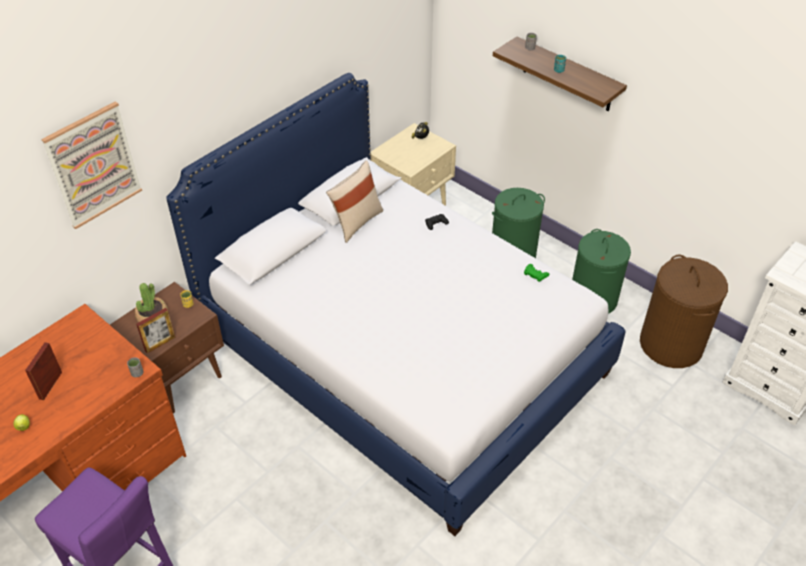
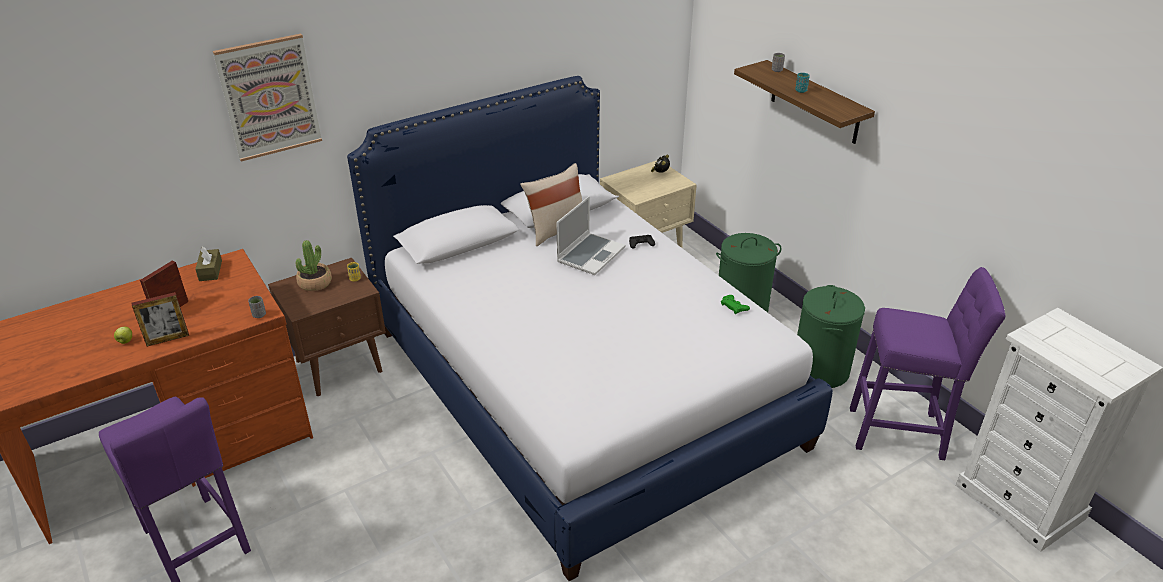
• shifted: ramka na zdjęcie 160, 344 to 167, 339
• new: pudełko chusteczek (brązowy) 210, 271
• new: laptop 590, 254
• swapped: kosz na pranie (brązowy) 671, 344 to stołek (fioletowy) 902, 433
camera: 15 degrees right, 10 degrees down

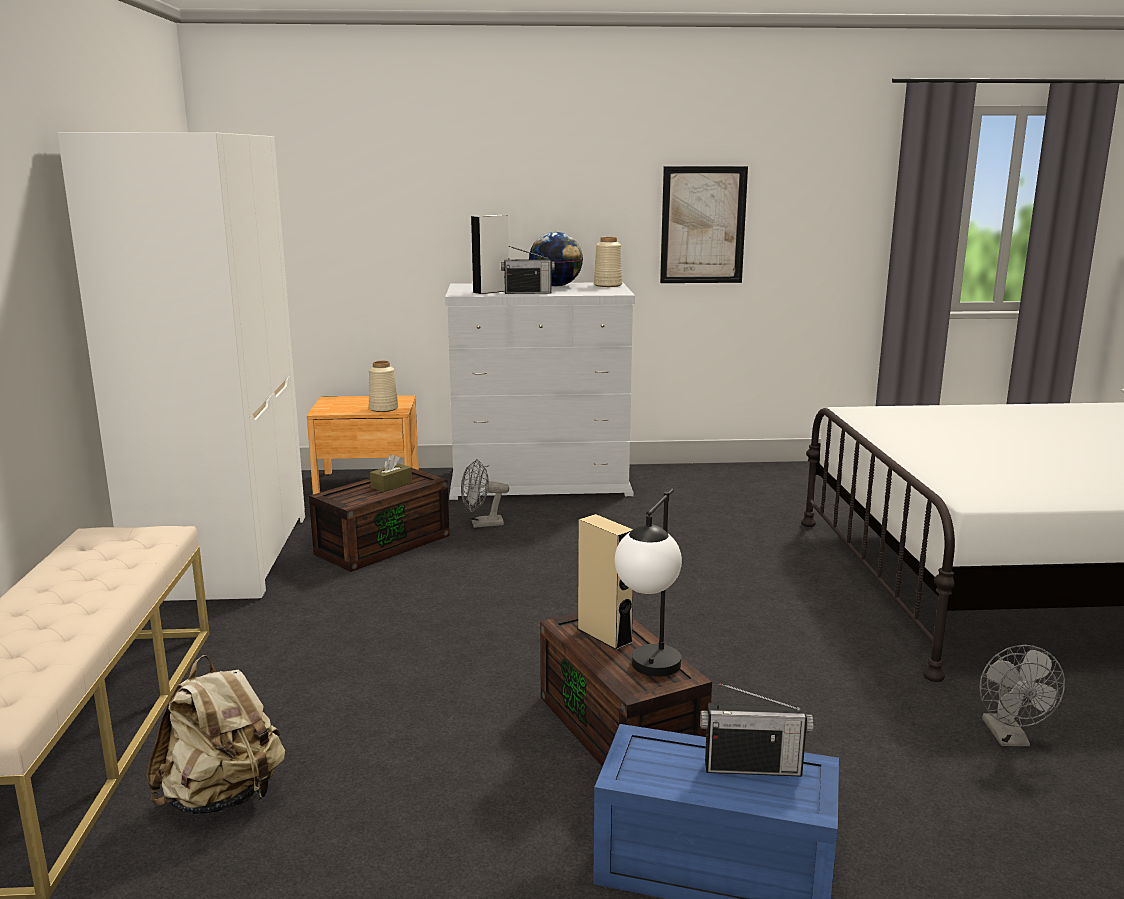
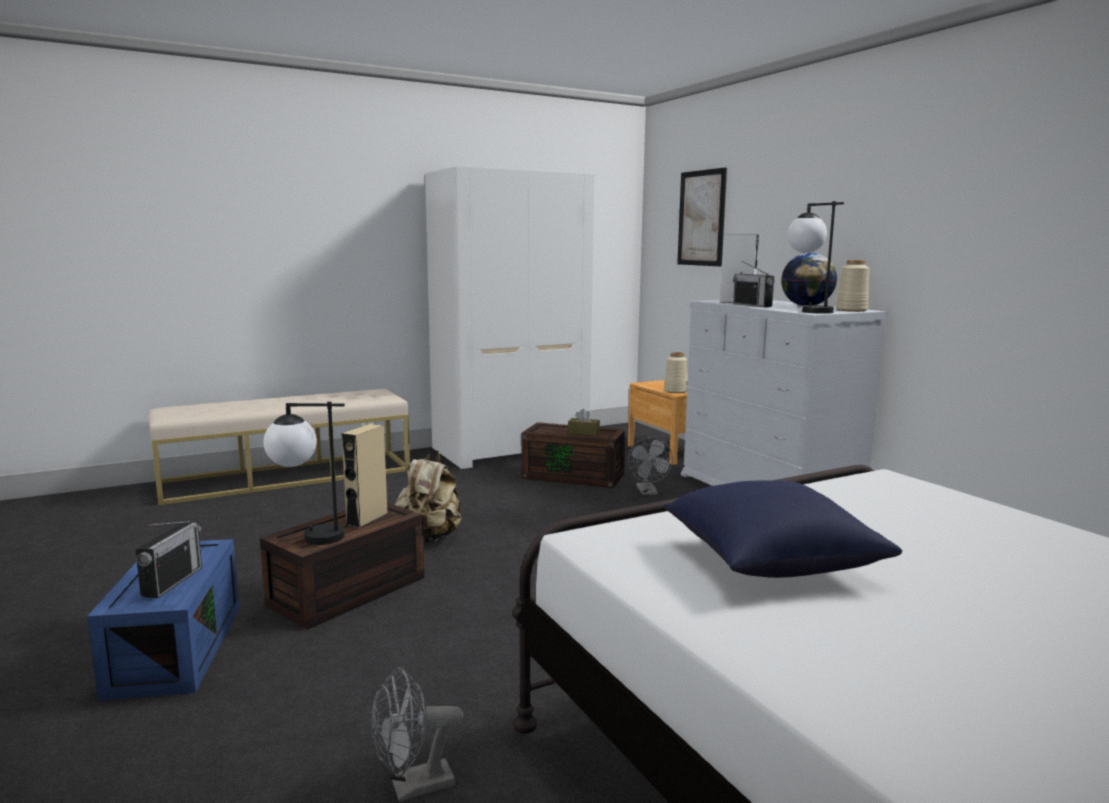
• rotated: radio 752, 767 = 172, 581 150 degrees counterclockwise
• shifted: plecak (beżowy) 223, 798 to 430, 538
• rotated: wentylator (szary) 482, 524 = 648, 492 150 degrees counterclockwise
• new: poduszka (niebieski) 770, 560
• shifted: obraz 703, 225 to 701, 218
• new: lampa stołowa 807, 311
camera: 65 degrees right, 5 degrees down

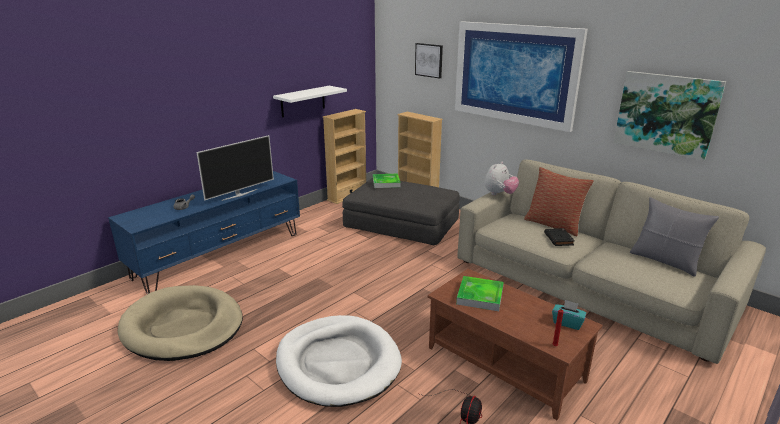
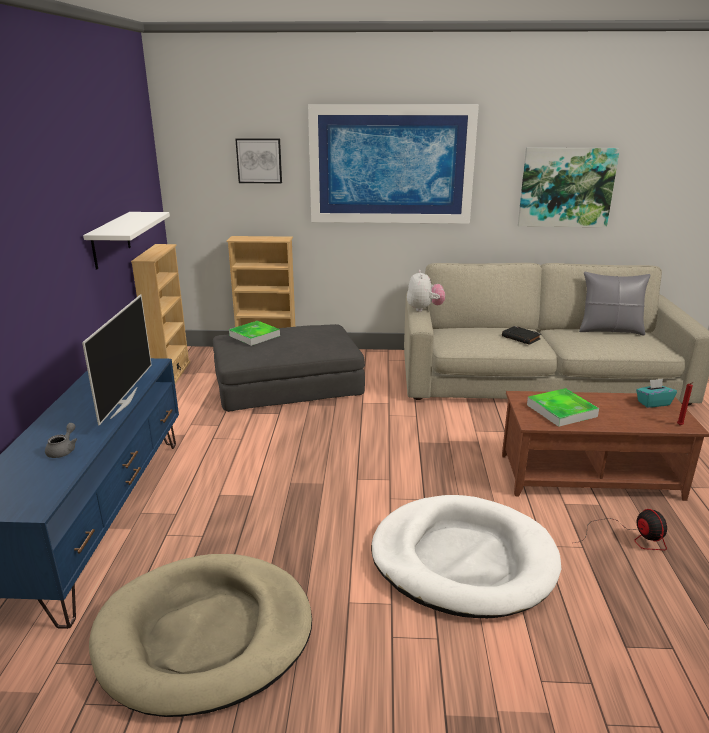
• gone: poduszka 554, 224
camera: 40 degrees left, 0 degrees up

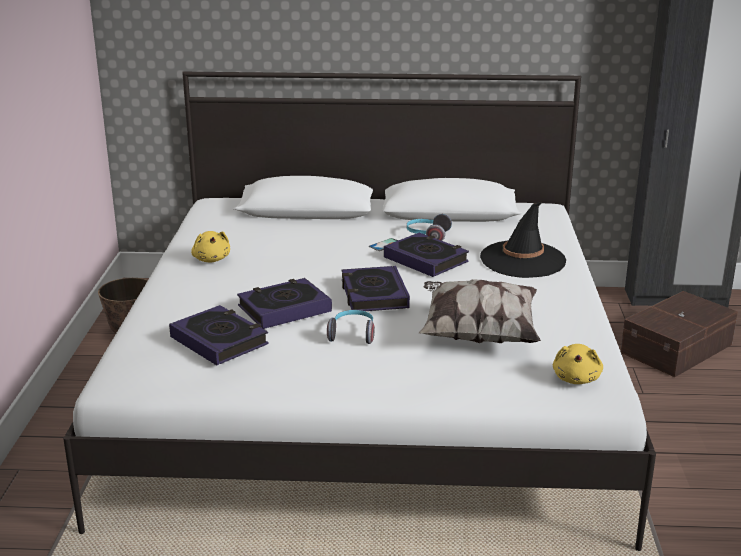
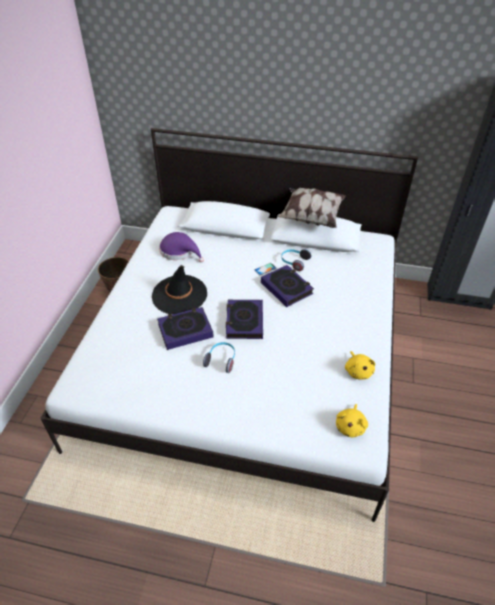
• shifted: kapelusz (czarny) 522, 260 to 179, 295
• new: kapelusz (fioletowy) 179, 251
• shifted: poduszka 477, 334 to 311, 217
• shifted: pluszak (żółty) 211, 259 to 358, 371
• gone: książka 219, 341
• gone: pojemnik do przechowywania (brązowy) 678, 349
camera: 10 degrees right, 20 degrees up

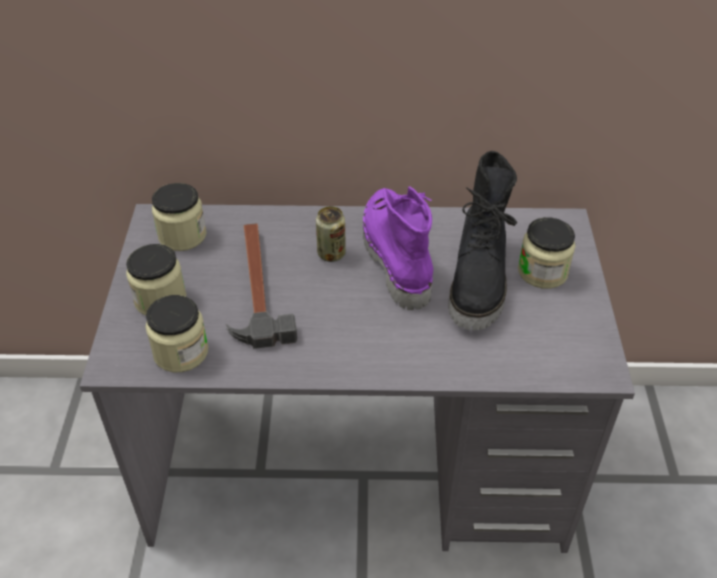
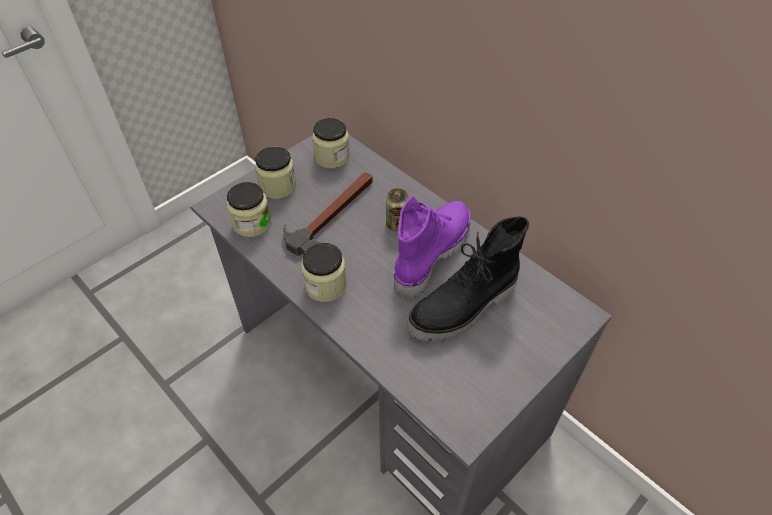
• shifted: słoik 542, 272 to 325, 285
camera: 45 degrees right, 5 degrees up

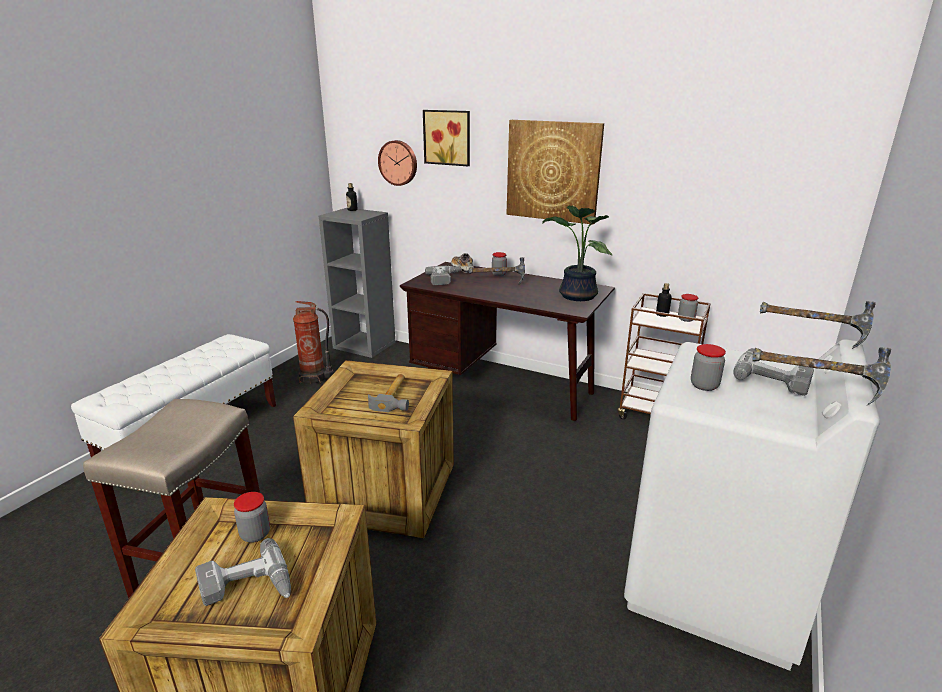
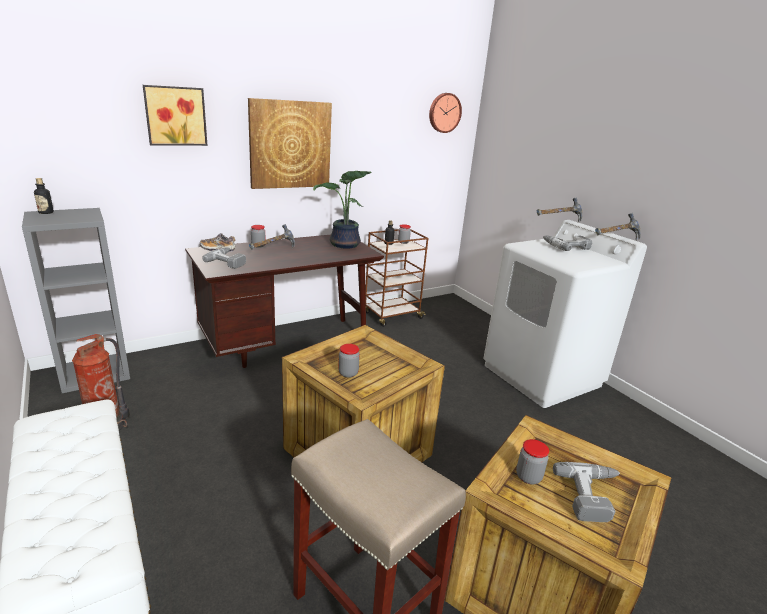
• shifted: słoik 704, 385 to 348, 373
• shifted: zegar ścienny 398, 162 to 444, 112
• gone: młotek 395, 396
camera: 60 degrees left, 0 degrees up

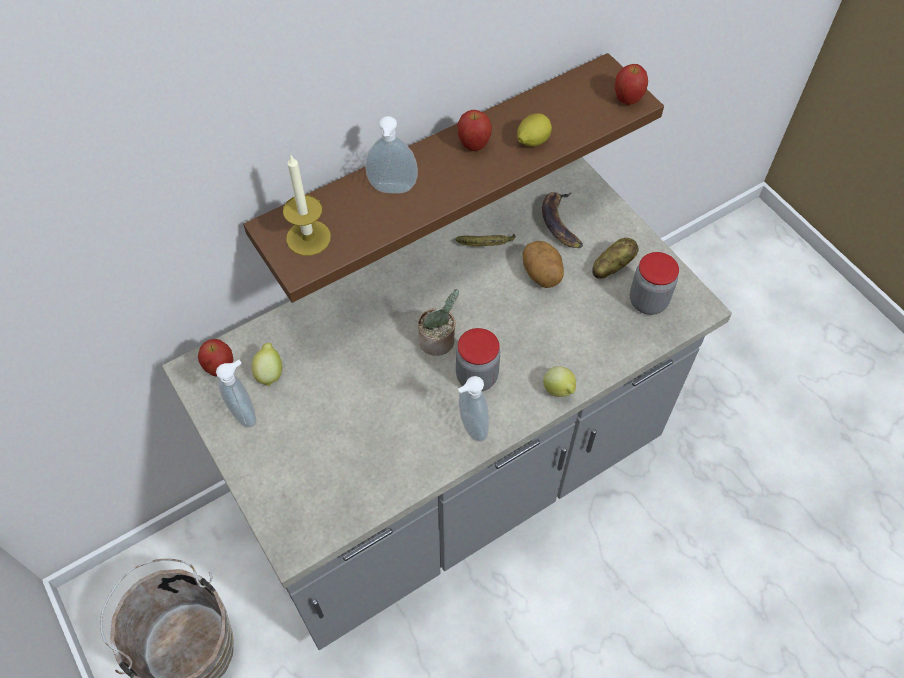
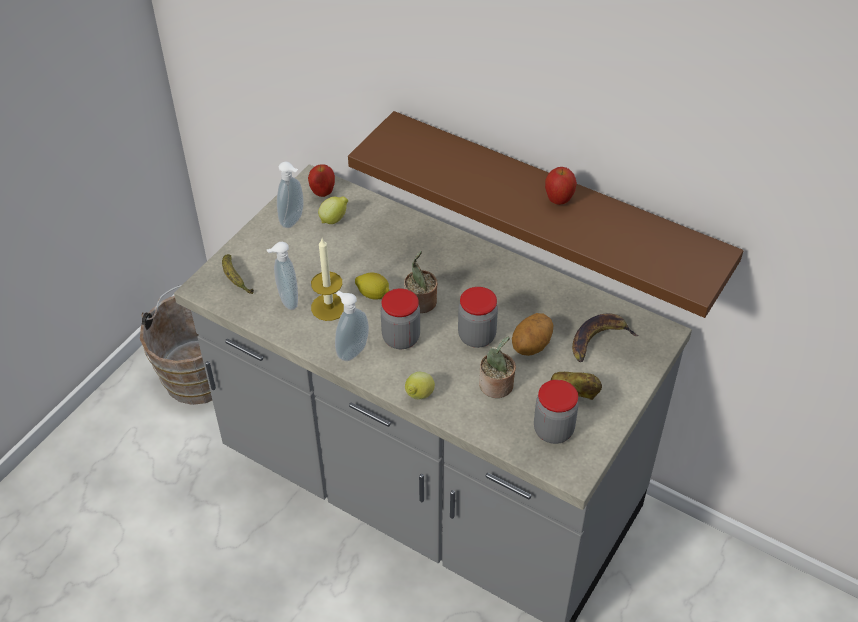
• shifted: banan 486, 245 to 235, 279
• shifted: dozownik mydła 393, 190 to 286, 301
• shifted: świeca 308, 238 to 329, 307
• shifted: cytryna 532, 141 to 373, 294
• new: słoik 476, 336
• new: roślina doniczkowa 497, 386
• gone: jabłko 627, 100
camera: 65 degrees right, 10 degrees down

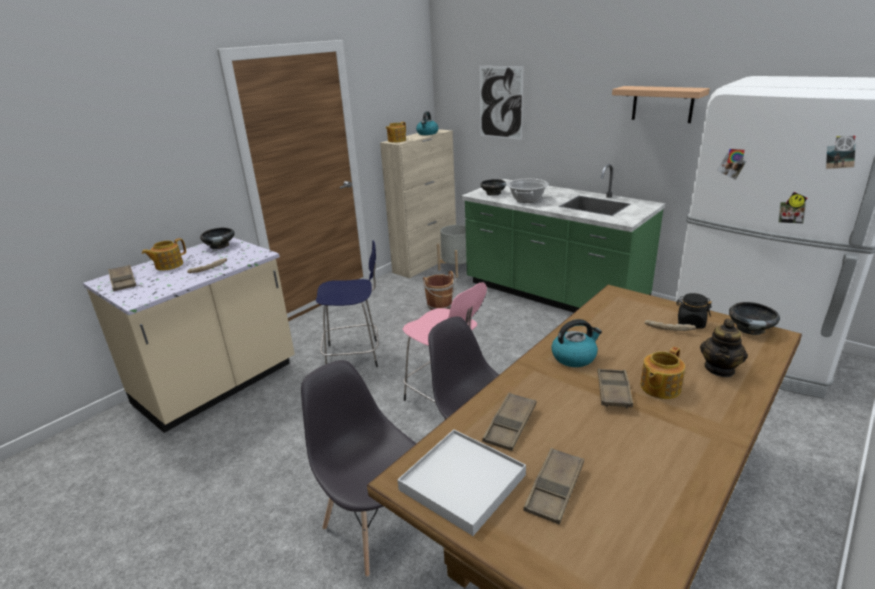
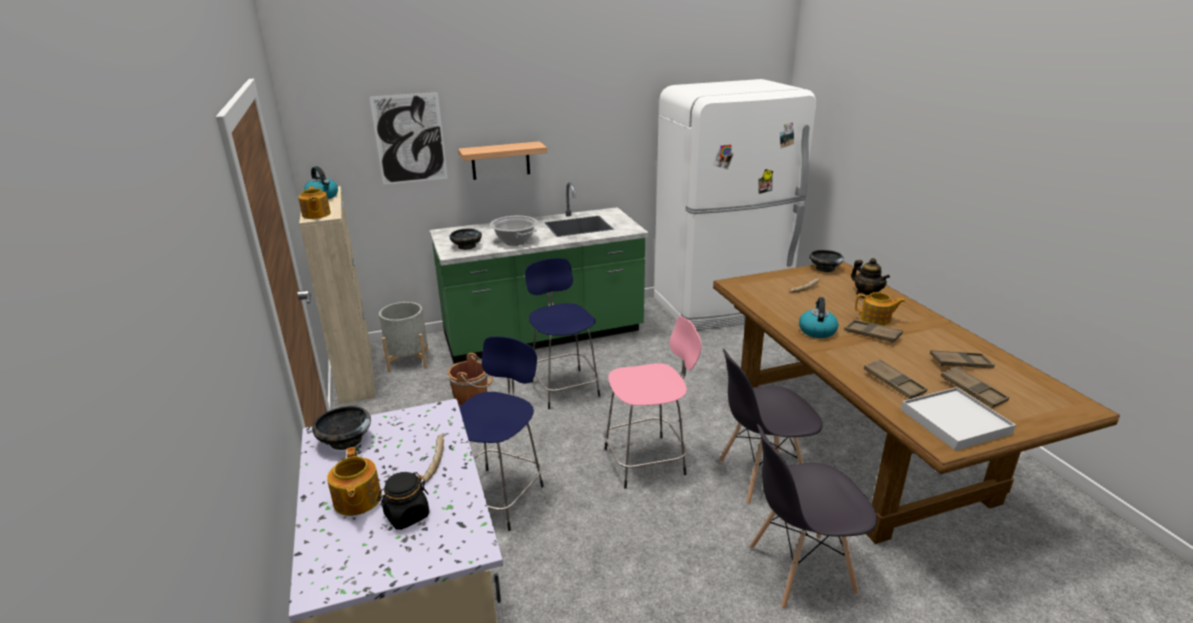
• shifted: słoik (czarny) 690, 323 to 406, 515
• shifted: półka 662, 104 to 500, 160
• new: stołek (niebieski) 564, 387
• rotated: imbryk 659, 387 = 876, 319 60 degrees counterclockwise
• shifted: taca (brązowy) 123, 281 to 960, 363
camera: 60 degrees left, 0 degrees up

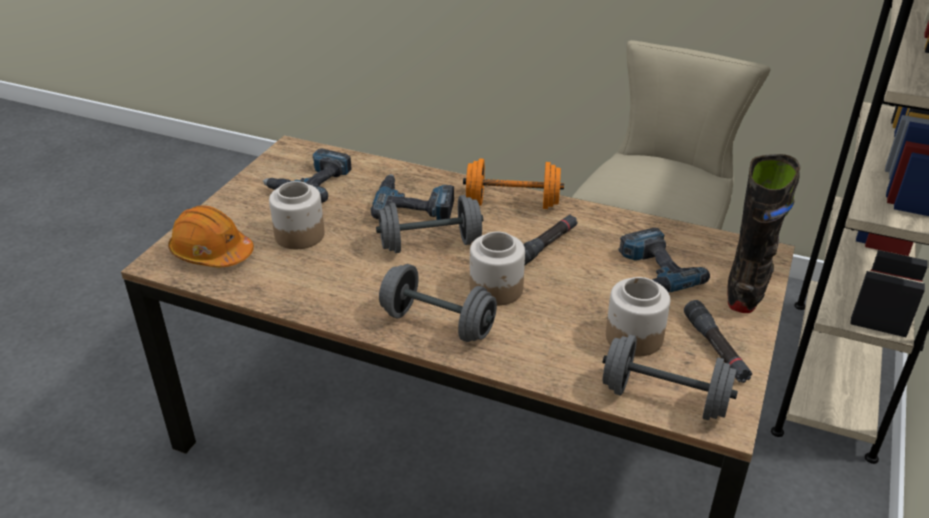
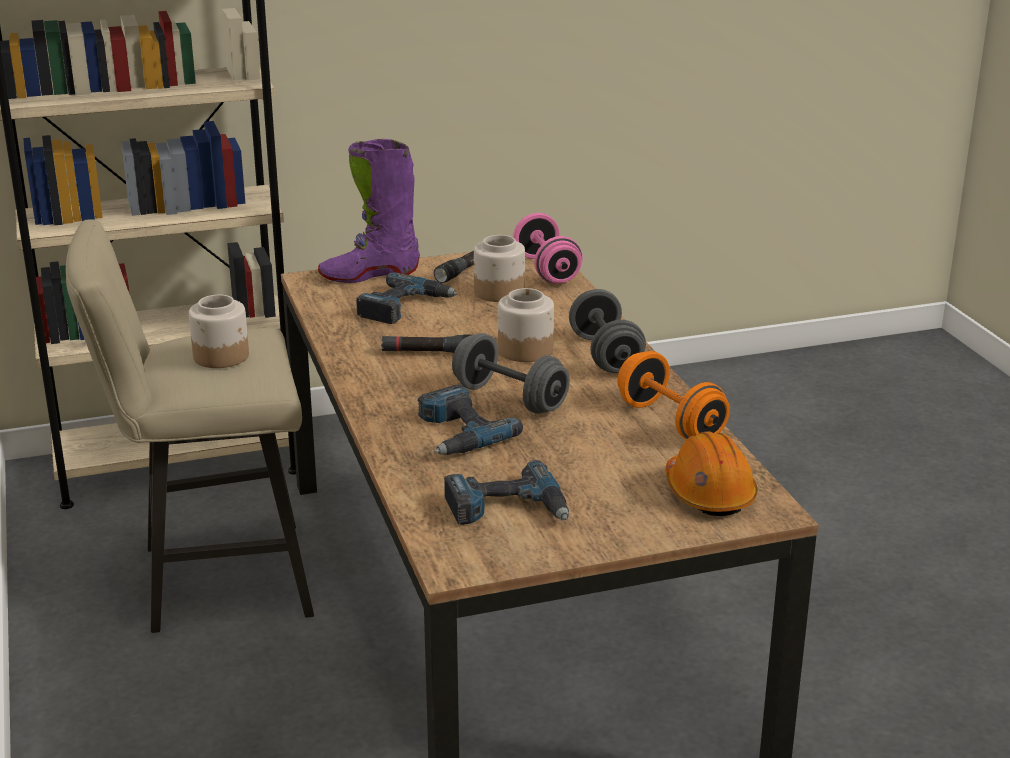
• shifted: słoik 299, 235 to 222, 356
• repainted: but z cholewką (czarny) 748, 286 to but z cholewką (fioletowy) 369, 275
• repainted: hantel (szary) 664, 398 to hantel (różowy) 546, 270
• shifted: hantel (pomarańczowy) 512, 203 to 670, 421
camera: 130 degrees left, 10 degrees down

